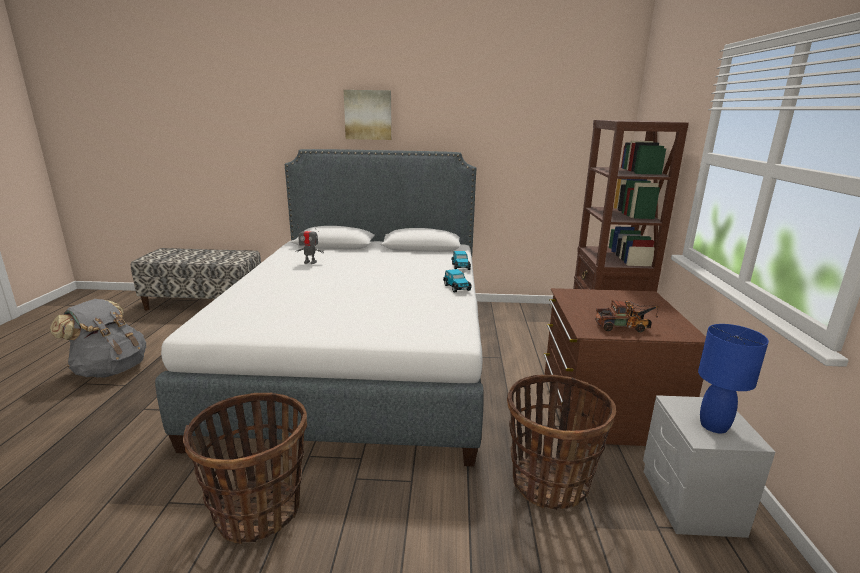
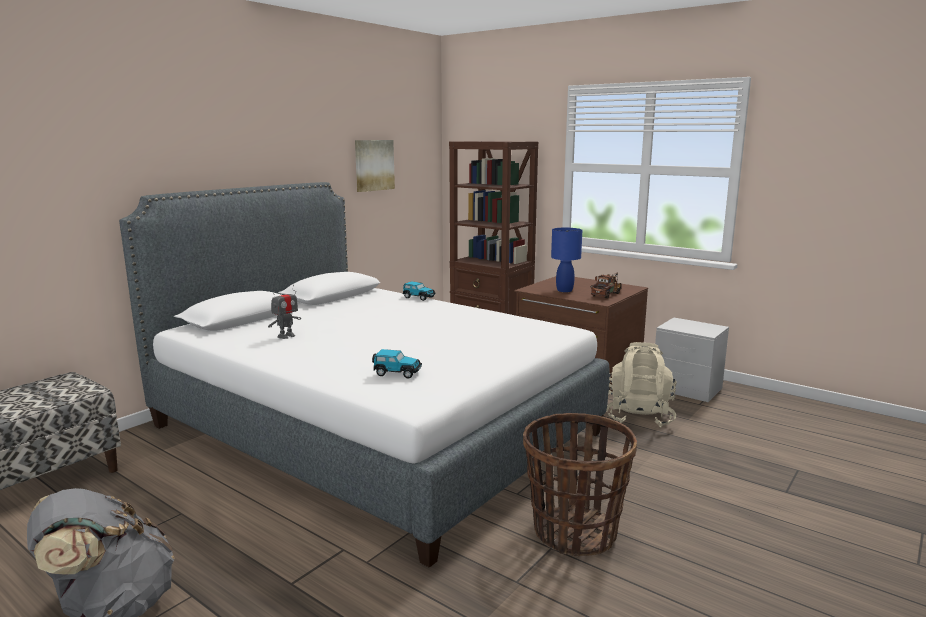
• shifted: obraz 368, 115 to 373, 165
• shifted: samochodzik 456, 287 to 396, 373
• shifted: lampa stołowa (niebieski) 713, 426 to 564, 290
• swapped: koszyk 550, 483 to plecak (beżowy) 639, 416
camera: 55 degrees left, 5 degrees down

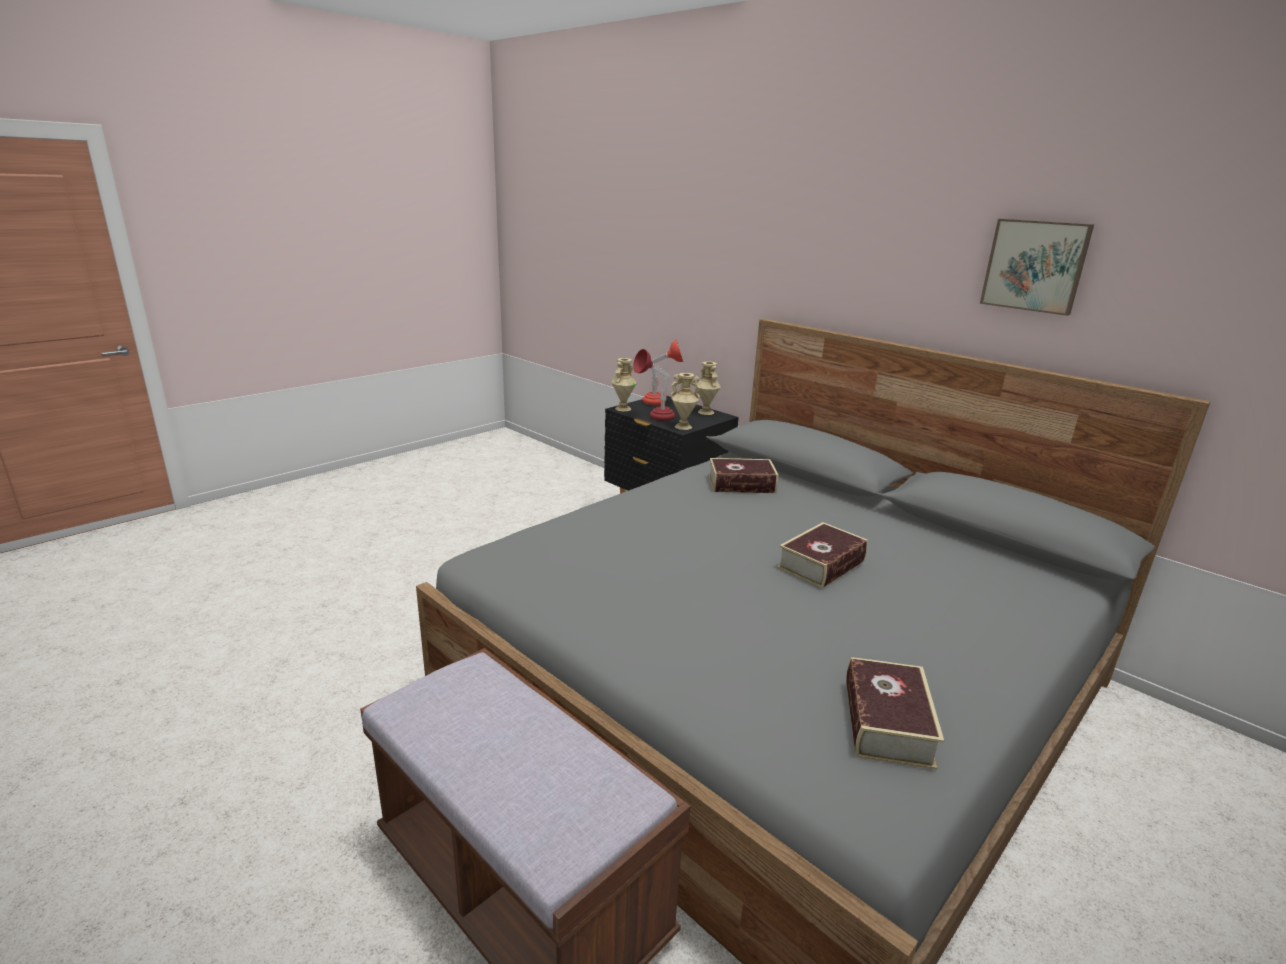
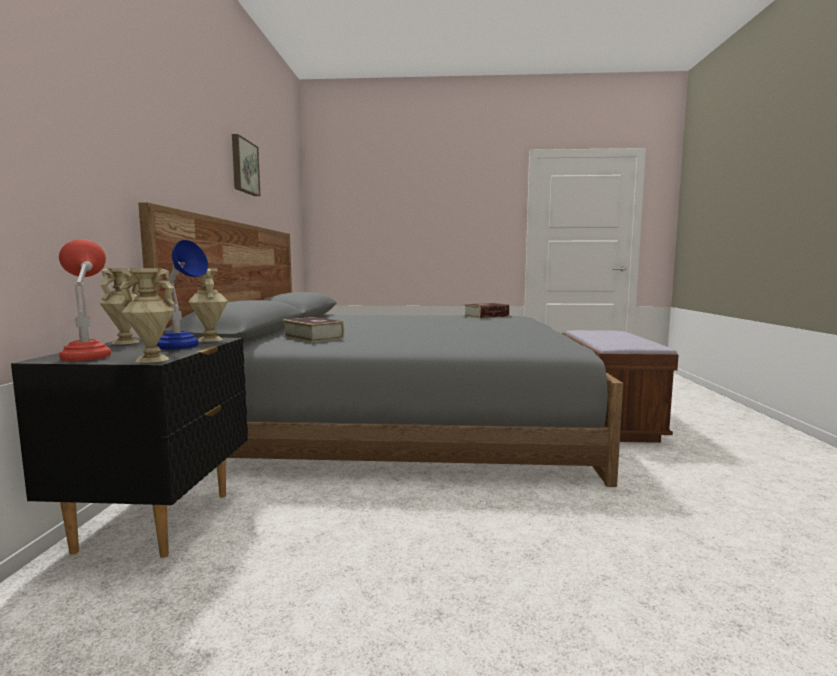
• repainted: lampa stołowa (czerwony) 654, 417 to lampa stołowa (niebieski) 183, 348
• gone: książka 821, 564
camera: 130 degrees left, 15 degrees down

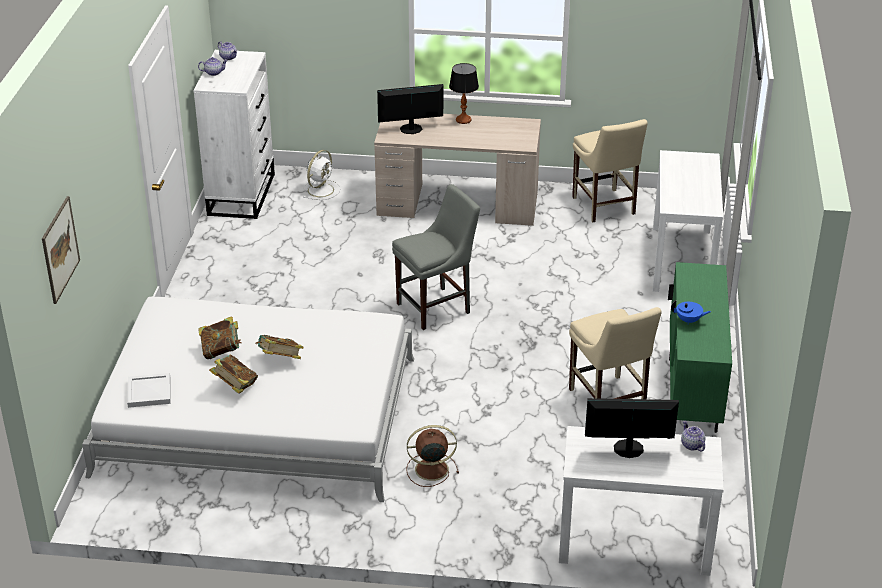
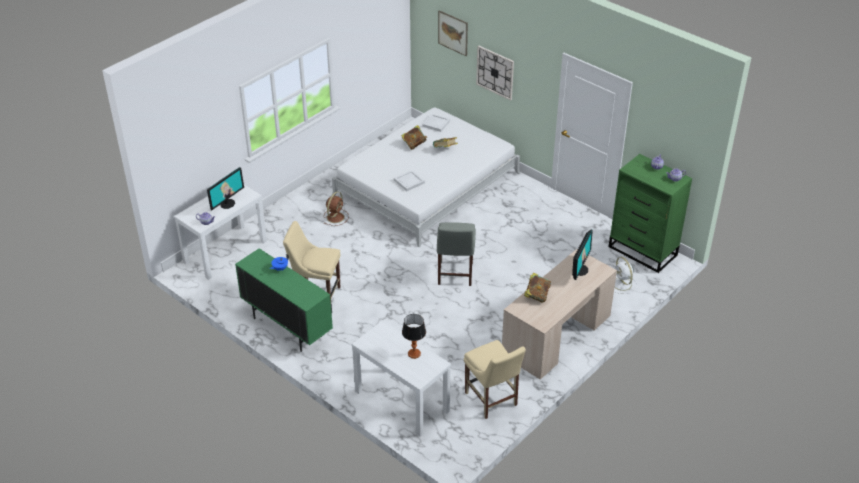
• new: taca (biały) 408, 181
• shifted: lampa stołowa 463, 120 to 414, 354
• rotated: krzesło (beżowy) 604, 207 = 492, 401 135 degrees counterclockwise
• new: zegar ścienny 495, 72
• shifted: książka 280, 359 to 537, 295
• repainted: komoda (biały) 242, 194 to komoda (zielony) 643, 251
camera: 125 degrees right, 5 degrees up

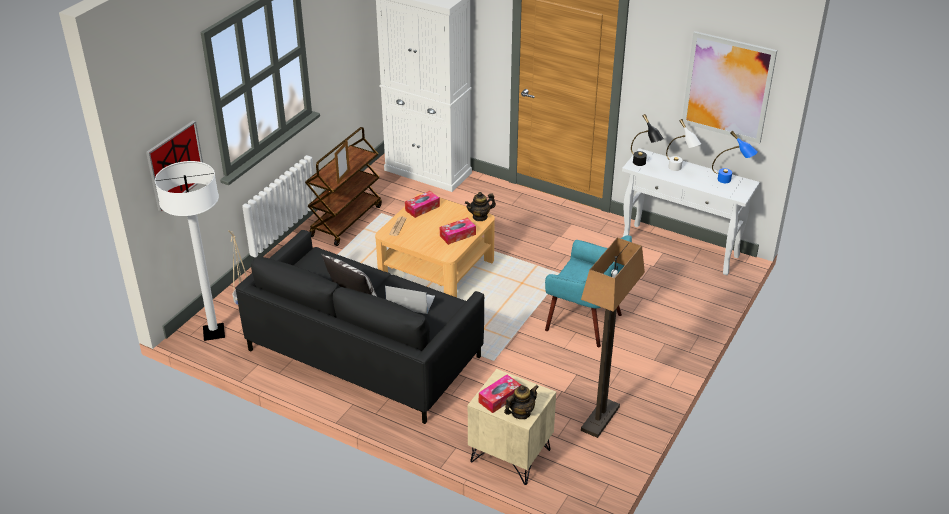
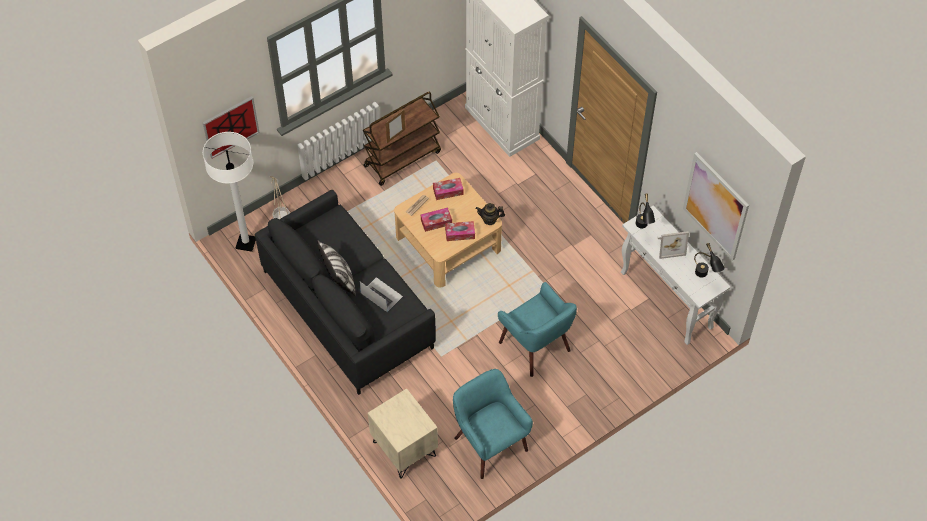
• shifted: pudełko chusteczek 499, 398 to 436, 222
• swapped: lampa stojąca 600, 418 to fotel (turkusowy) 489, 444
• swapped: lampa stołowa (biały) 679, 170 to ramka na zdjęcie 670, 246
• repainted: lampa stołowa (niebieski) 730, 181 to lampa stołowa (czarny) 704, 276
• gone: imbryk 521, 413
camera: 25 degrees right, 20 degrees up

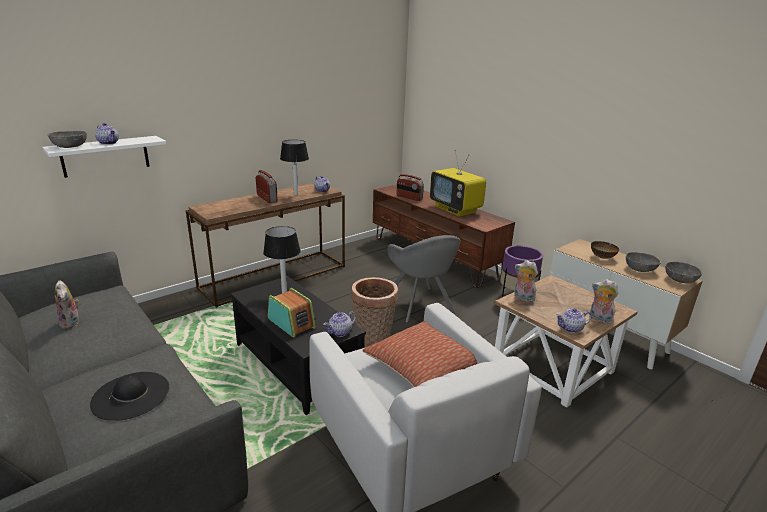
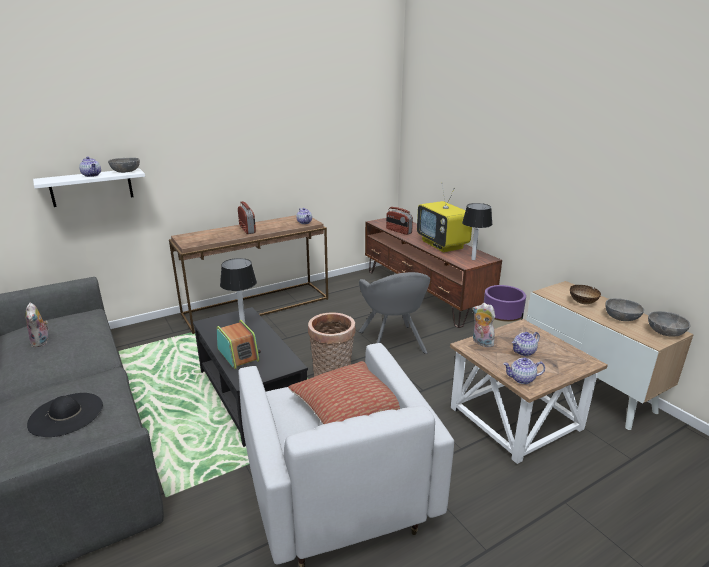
• shifted: miska (szary) 70, 146 to 126, 171
• shifted: lampa stołowa 295, 194 to 473, 259
• shifted: imbryk 340, 332 to 524, 352
• gone: pluszak 599, 319
camera: 10 degrees right, 0 degrees up

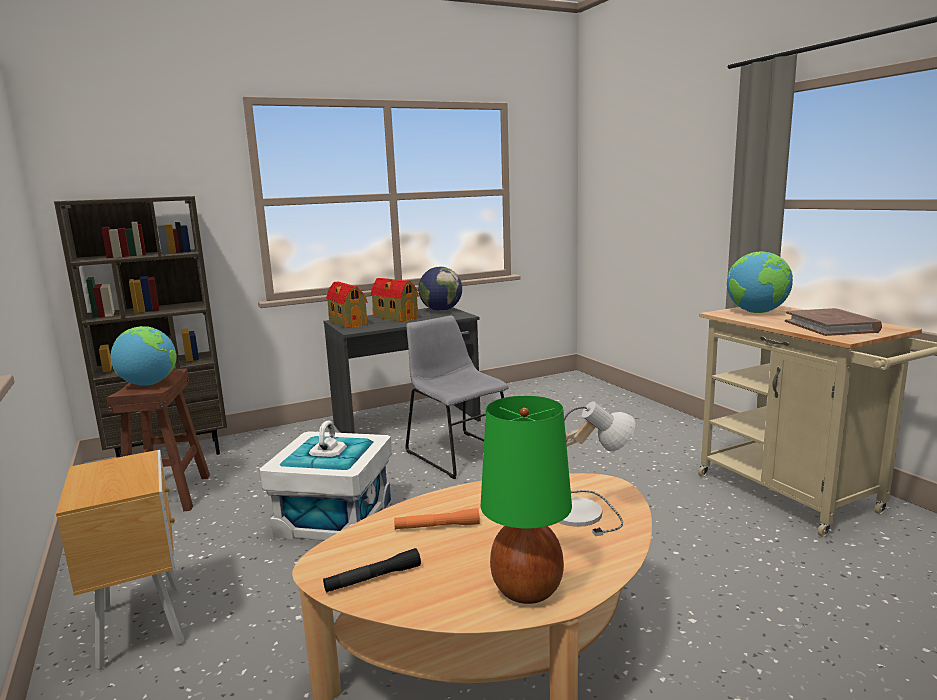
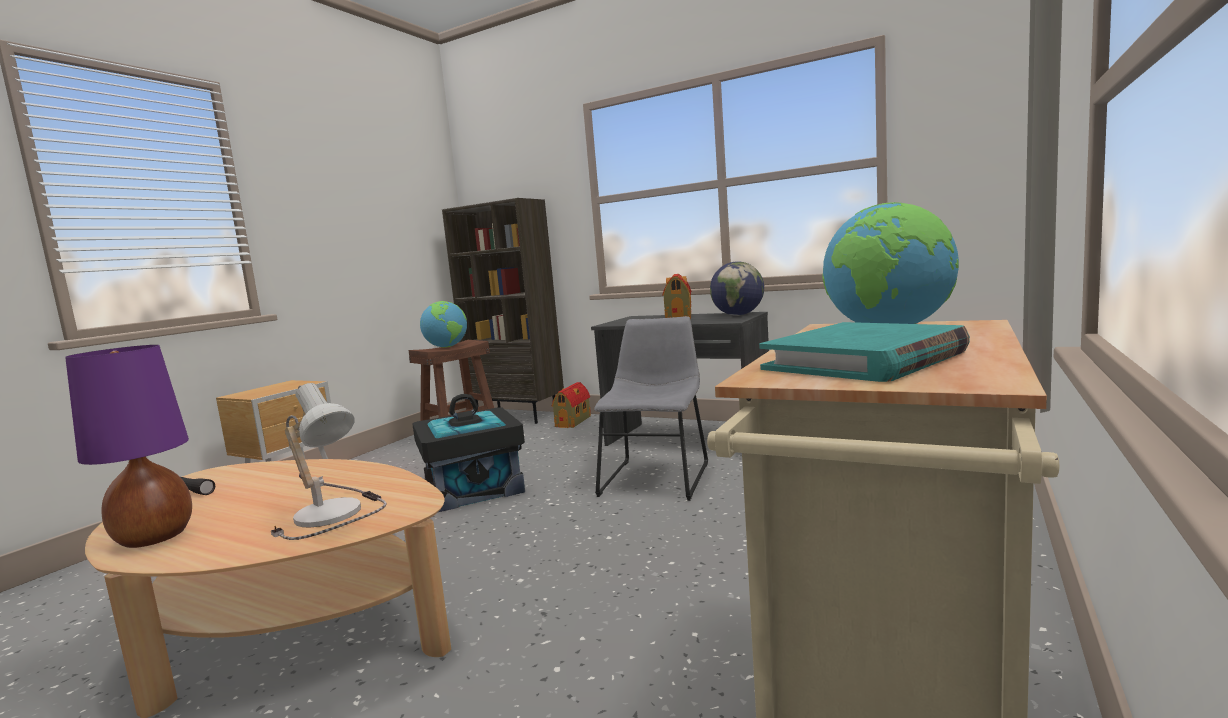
• repainted: lampa stołowa (zielony) 527, 590 to lampa stołowa (fioletowy) 153, 538
• repainted: pojemnik do przechowywania (biały) 334, 517 to pojemnik do przechowywania (czarny) 473, 488
• shifted: domek 347, 322 to 573, 421
• repainted: książka (brązowy) 831, 326 to książka (turkusowy) 865, 360
• gone: latarka (pomarańczowy) 437, 527
camera: 55 degrees right, 5 degrees down

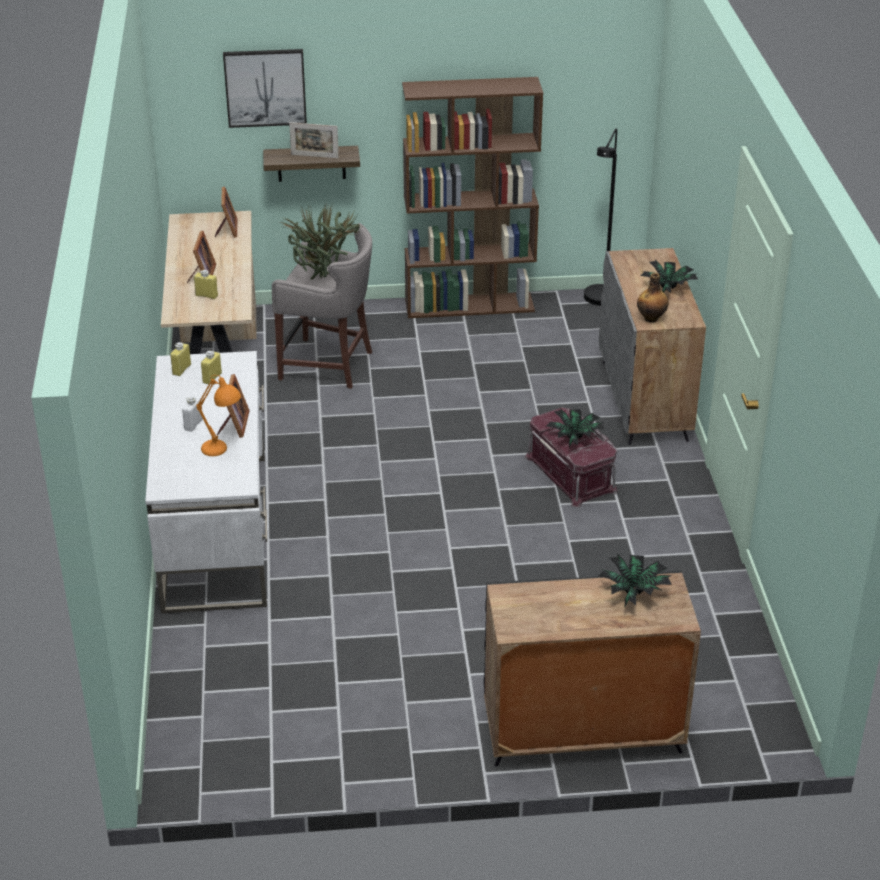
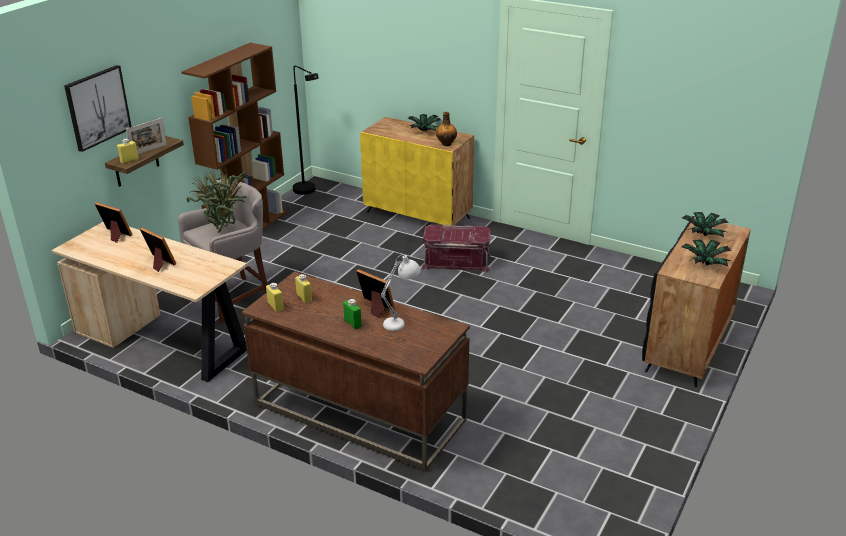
• shifted: butelka (żółty) 206, 295 to 129, 160
• repainted: biurko (biały) 216, 531 to biurko (brązowy) 358, 412
• repainted: butelka (biały) 193, 424 to butelka (zielony) 353, 323
• repainted: szafka (szary) 645, 401 to szafka (żółty) 418, 215
• repainted: lampa stołowa (pomarańczowy) 223, 451 to lampa stołowa (biały) 402, 322
• shifted: roślina doniczkowa 575, 438 to 704, 263
camera: 55 degrees left, 5 degrees down

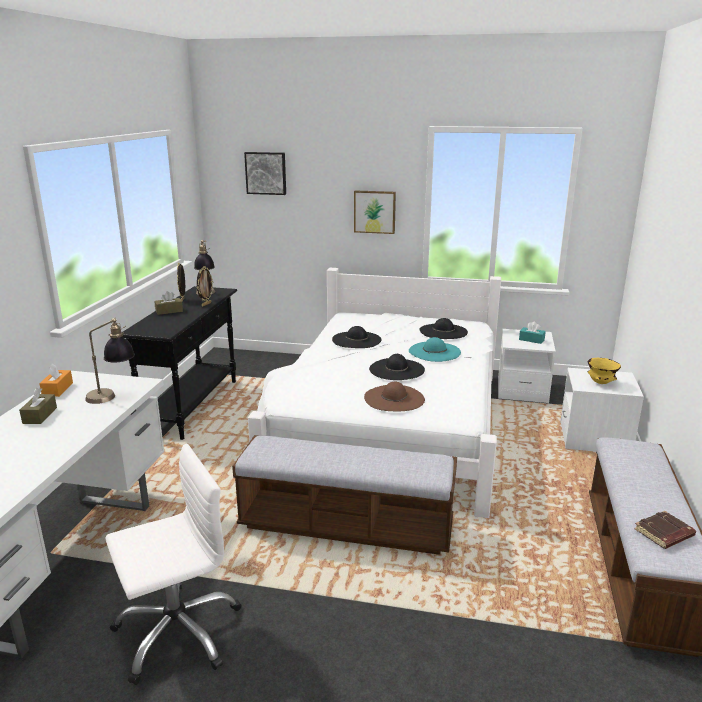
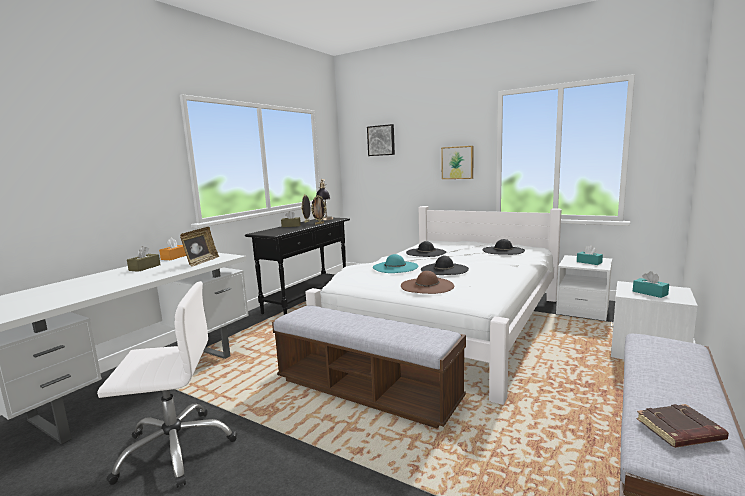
• swapped: lampa stołowa 113, 397 to ramka na zdjęcie 201, 262
• shifted: kapelusz (turkusowy) 434, 351 to 395, 267
• swapped: miska (żółty) 601, 383 to pudełko chusteczek (turkusowy) 650, 293
camera: 20 degrees right, 10 degrees down

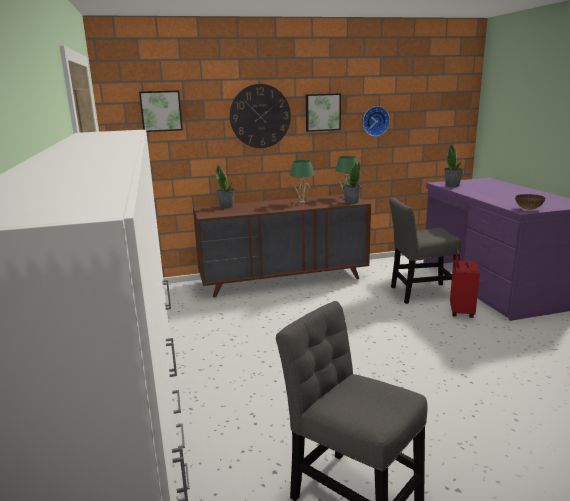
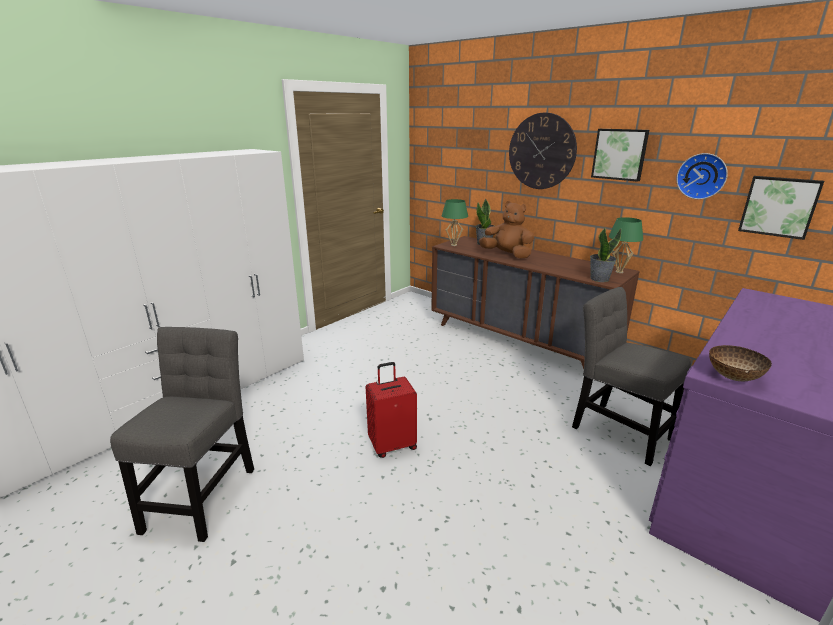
• shifted: walizka (czerwony) 460, 312 to 392, 445
• shifted: lampa stołowa (zielony) 302, 202 to 453, 245
• new: pluszak (brązowy) 507, 255
• shifted: obraz 161, 111 to 779, 206
• gone: roślina doniczkowa 452, 185
camera: 55 degrees right, 5 degrees up

